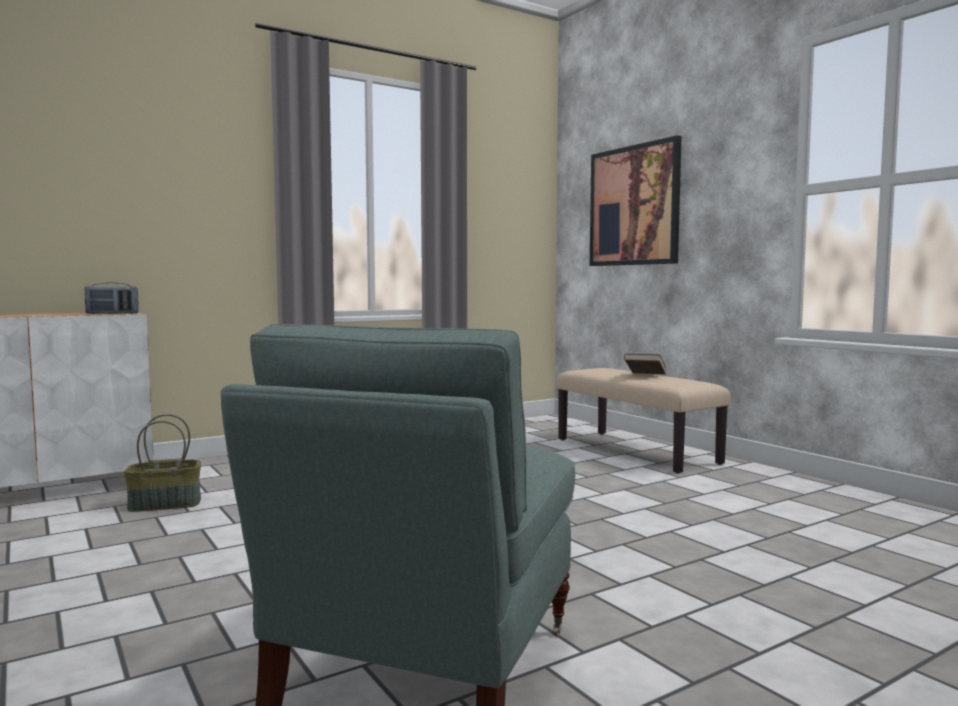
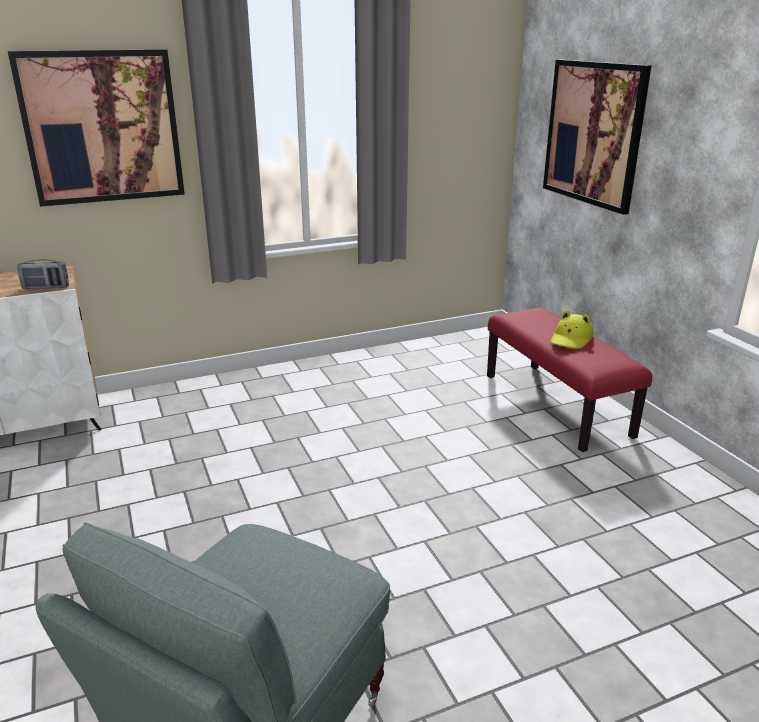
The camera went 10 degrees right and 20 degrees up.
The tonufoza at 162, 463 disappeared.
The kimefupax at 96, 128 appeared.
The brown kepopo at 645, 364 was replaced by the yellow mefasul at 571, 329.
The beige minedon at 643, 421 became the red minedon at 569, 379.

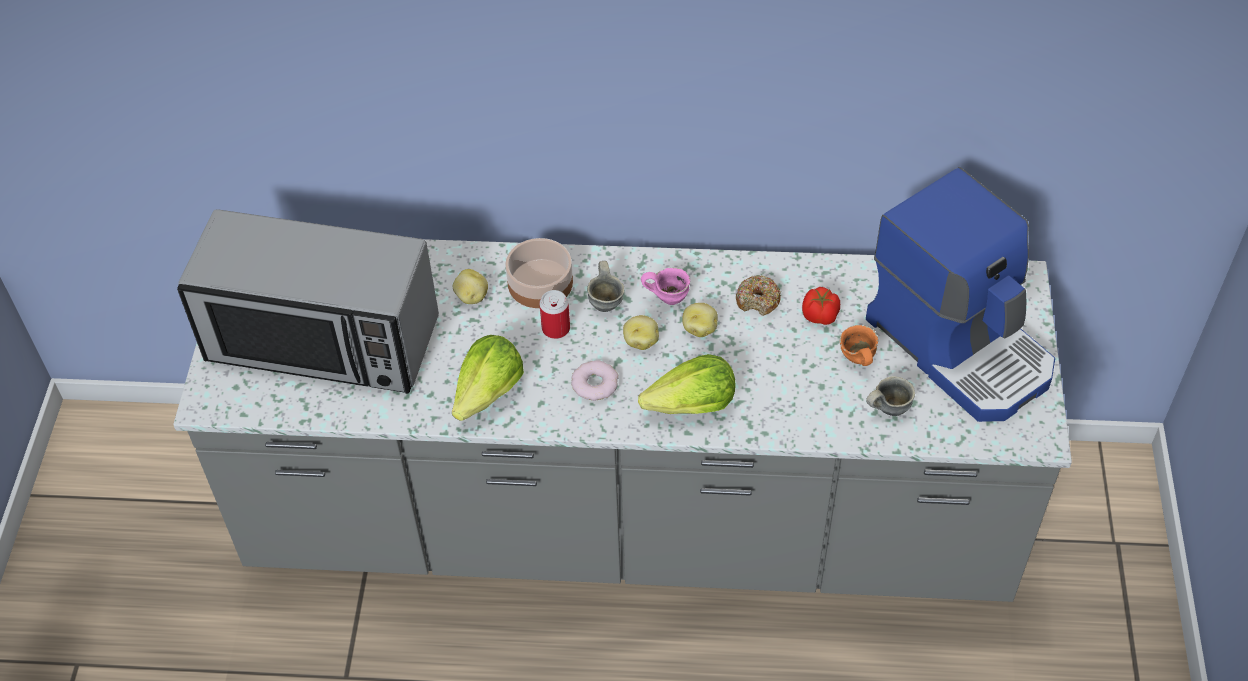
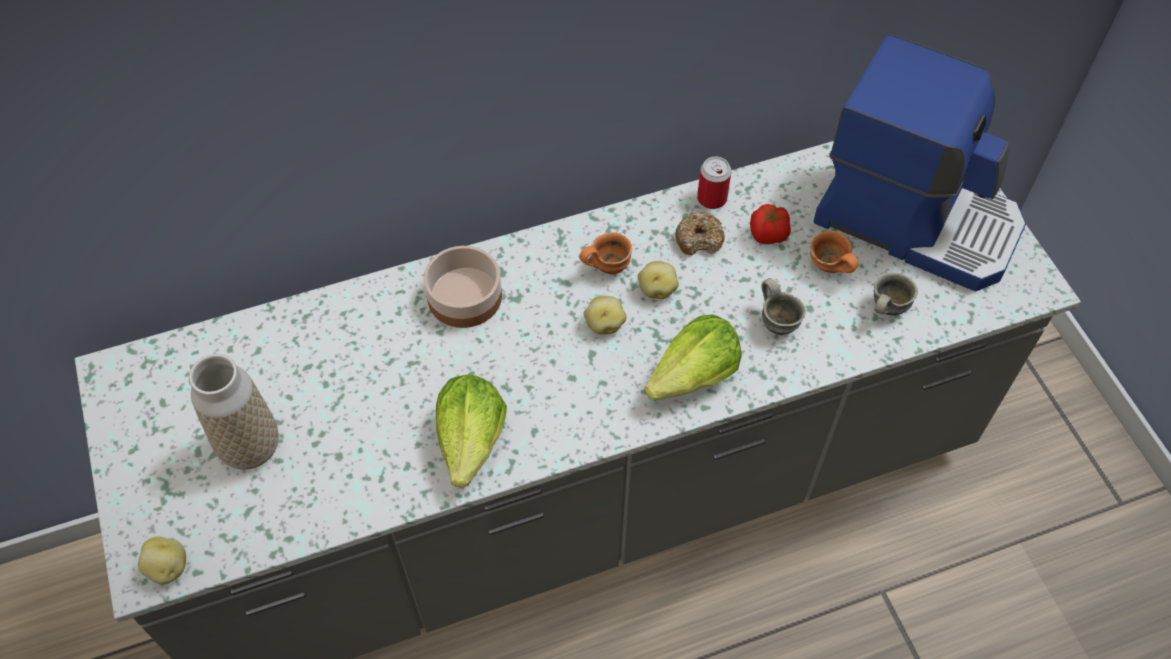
The camera went 25 degrees left and 5 degrees up.
The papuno at 595, 381 disappeared.
The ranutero moved from 470, 286 to 162, 560.
The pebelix moved from 554, 314 to 714, 183.
The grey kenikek moved from 606, 286 to 783, 306.
The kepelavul at 308, 301 was replaced by the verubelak at 234, 412.
The pink kenikek at 665, 286 became the orange kenikek at 605, 253.

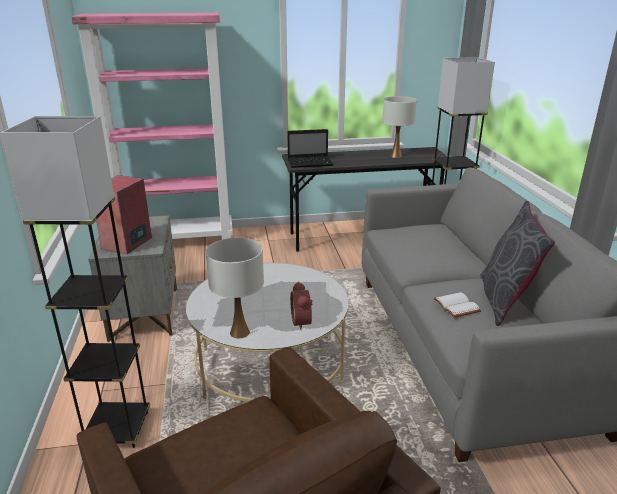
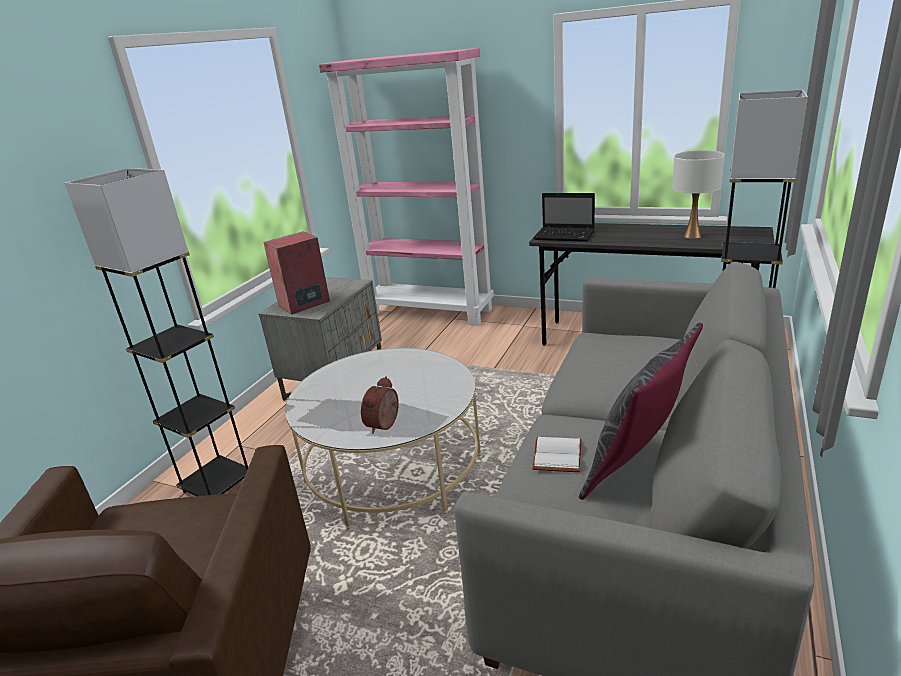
The camera went 35 degrees right and 0 degrees up.
The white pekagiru at 235, 288 disappeared.

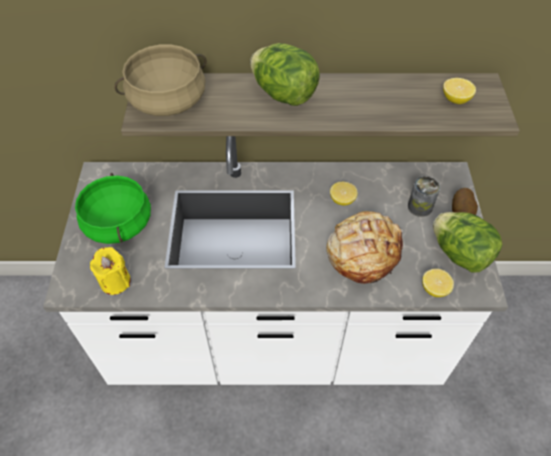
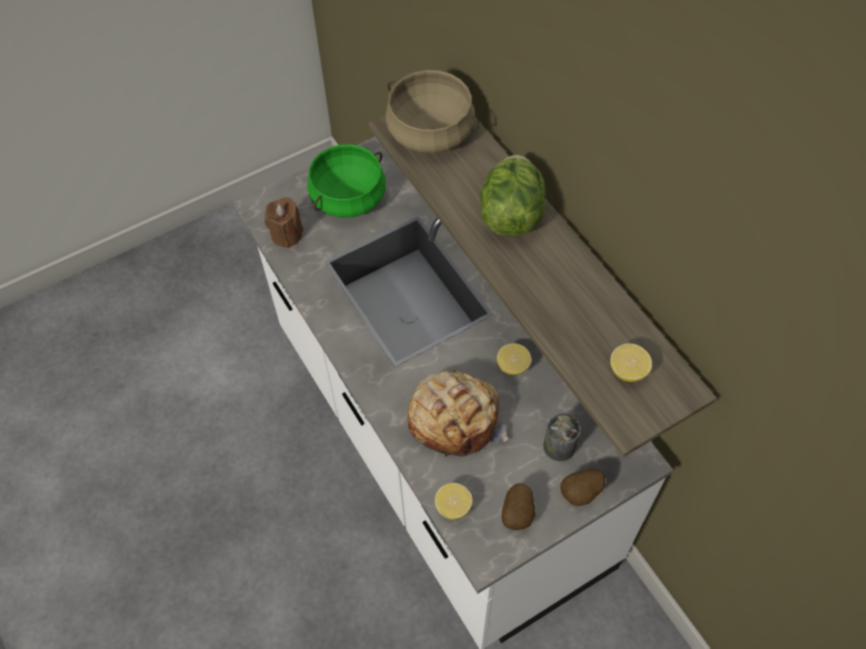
The camera went 60 degrees right and 5 degrees up.
The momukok at 467, 242 was replaced by the ranutero at 518, 506.
The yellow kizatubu at 110, 271 became the brown kizatubu at 284, 222.

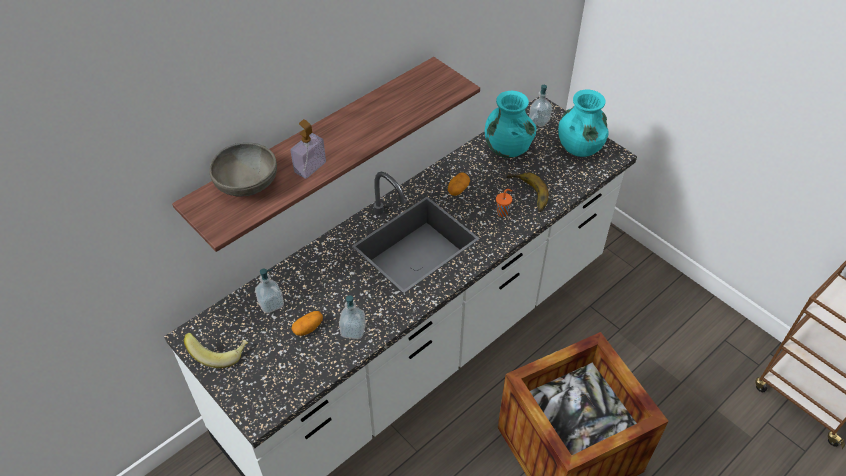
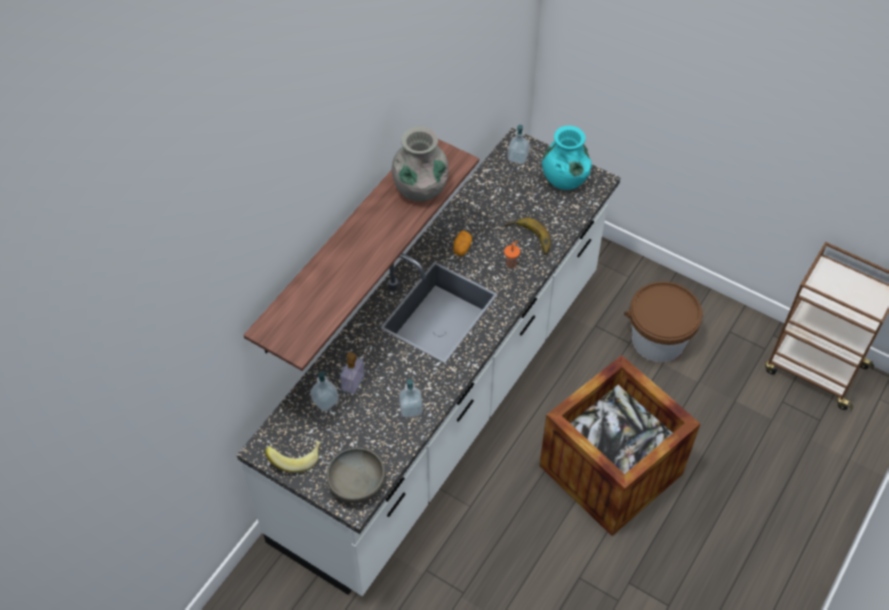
The camera went 15 degrees left and 5 degrees up.
The ranutero at 307, 323 disappeared.
The turquoise verubelak at 511, 124 disappeared.
The grey verubelak at 420, 163 appeared.
The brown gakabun at 663, 322 appeared.
The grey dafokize moved from 243, 170 to 356, 475.
The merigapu moved from 308, 149 to 352, 372.

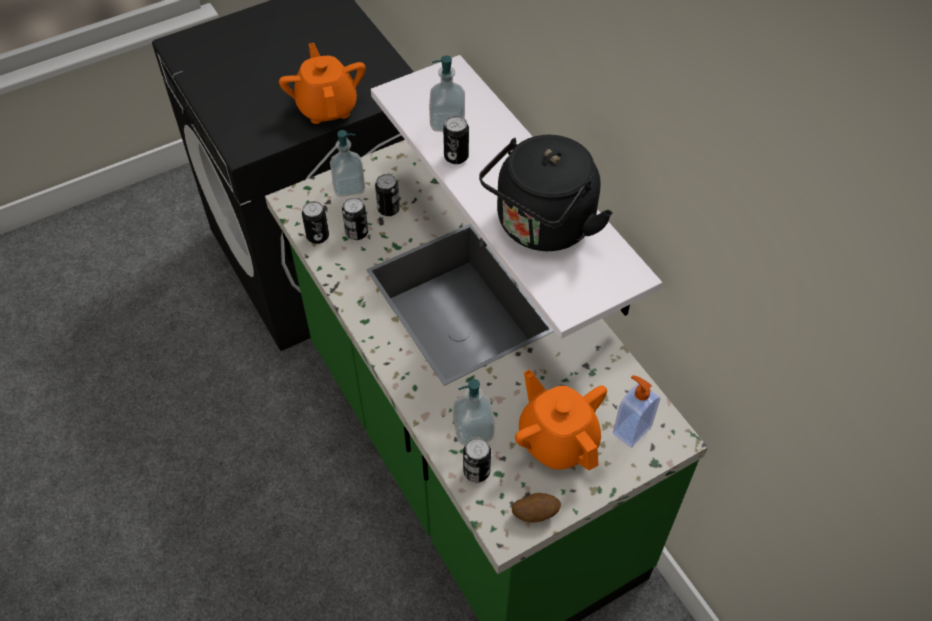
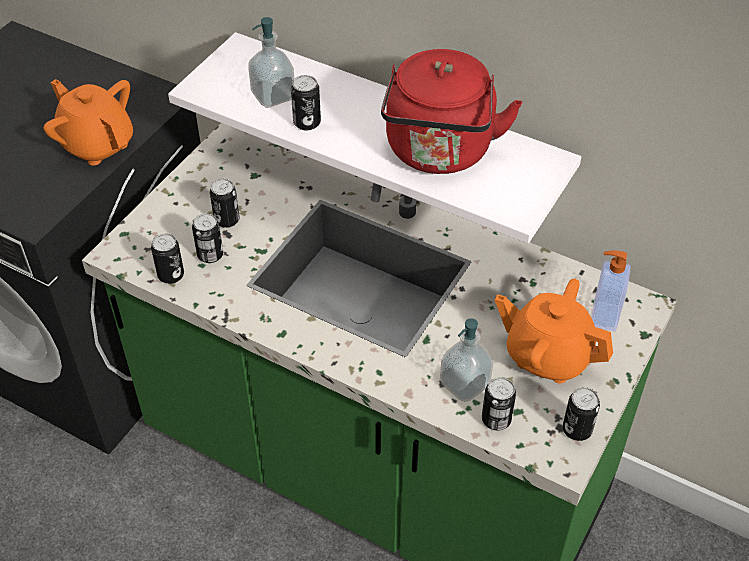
The camera went 30 degrees left and 5 degrees down.
The merigapu at 347, 163 disappeared.
The ranutero at 536, 508 was replaced by the pebelix at 581, 414.
The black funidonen at 546, 193 became the red funidonen at 451, 111.

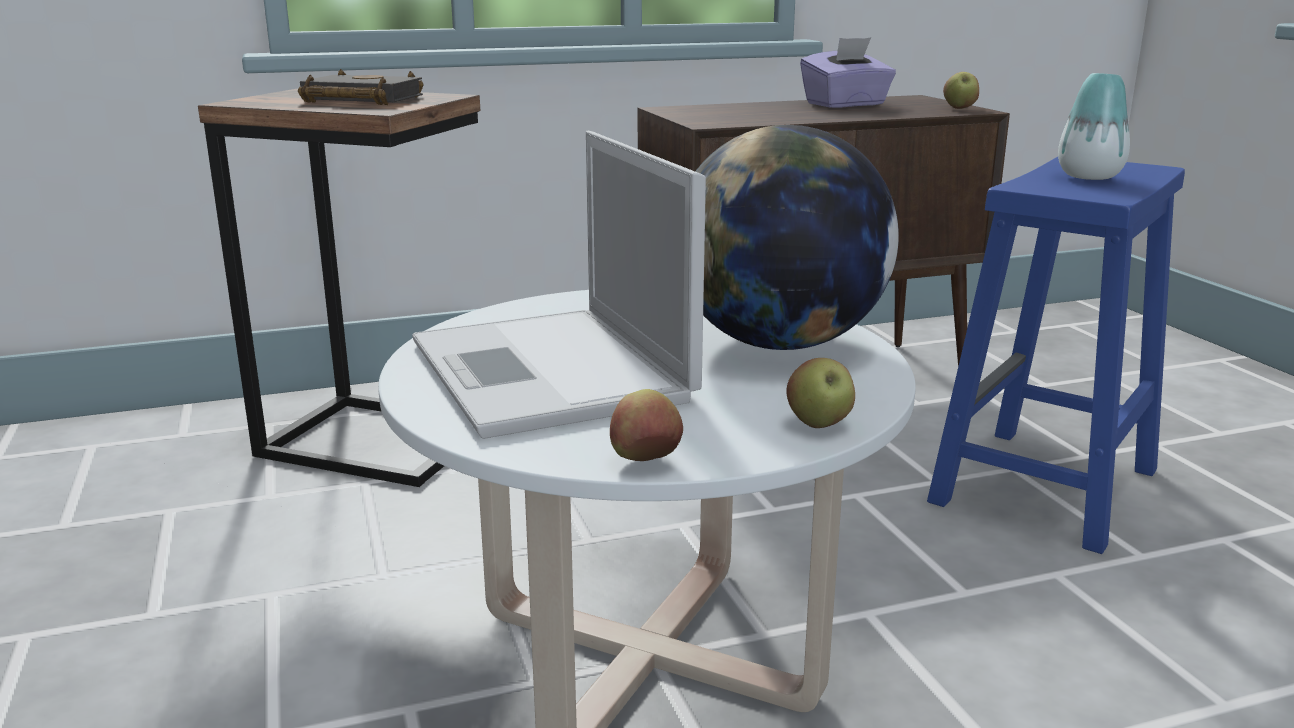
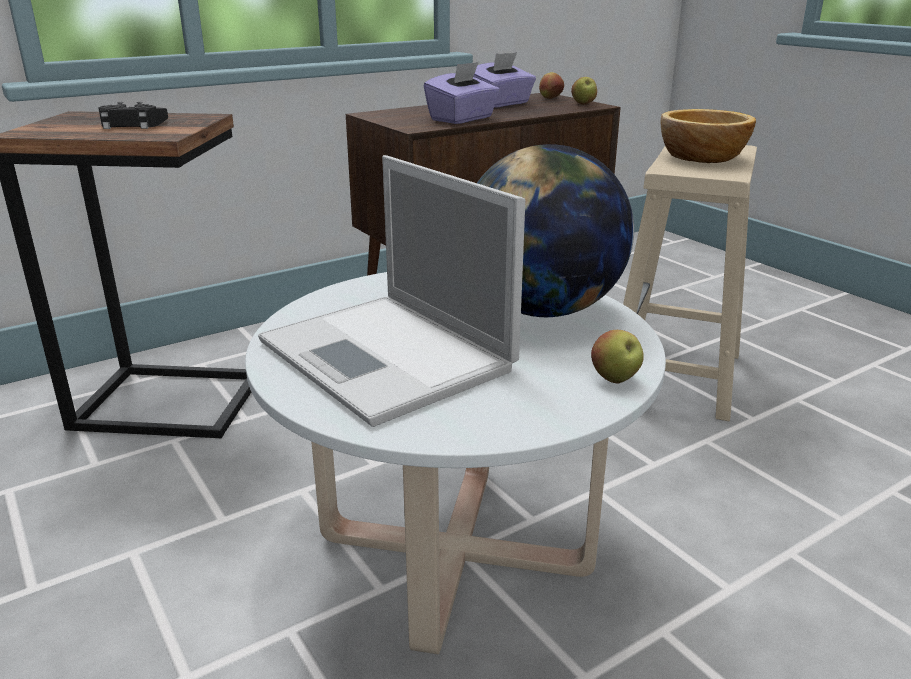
The camera went 15 degrees left and 5 degrees up.
The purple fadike at 462, 93 appeared.
The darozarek moved from 646, 425 to 551, 85.
The black kepopo at 360, 87 was replaced by the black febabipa at 133, 115.
The verubelak at 1094, 126 was replaced by the dafokize at 708, 136.
The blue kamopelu at 1056, 355 became the beige kamopelu at 690, 283.

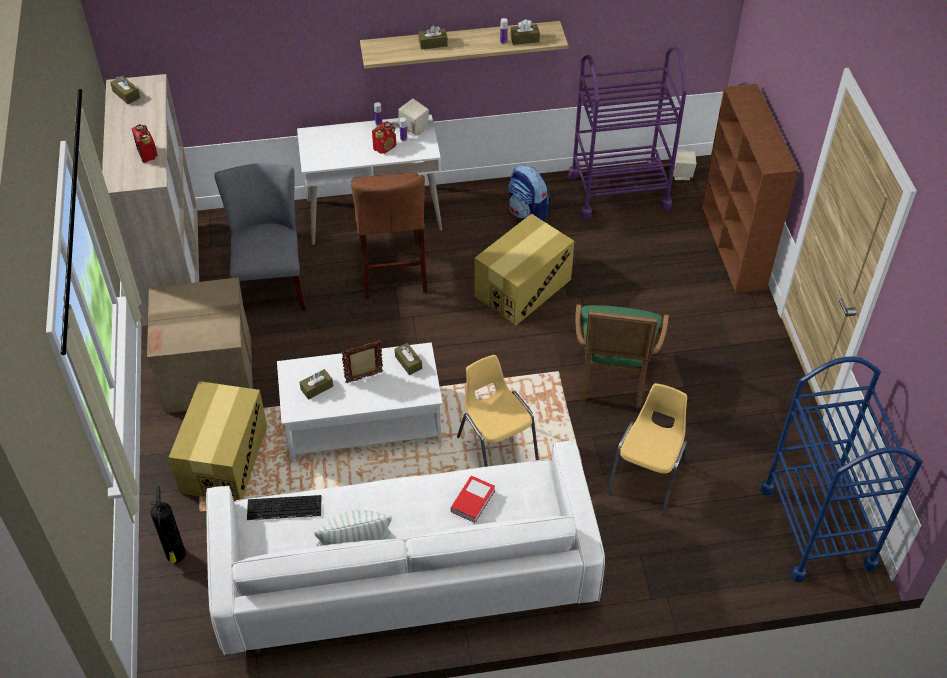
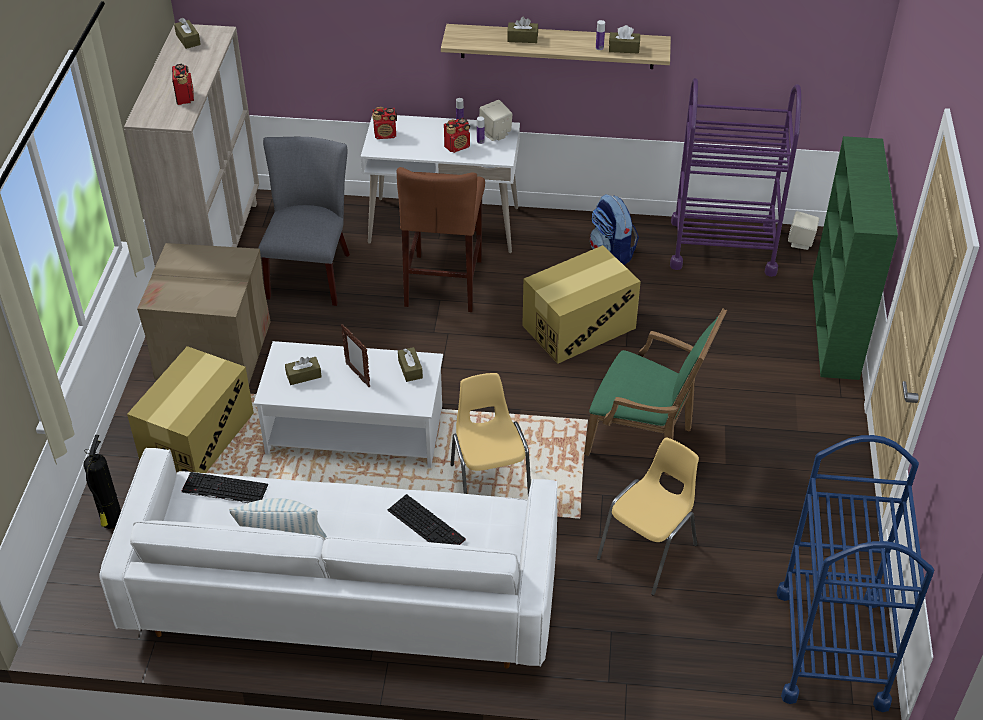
The camera went 15 degrees right and 5 degrees down.
The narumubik at 384, 123 appeared.
The kepopo at 473, 499 was replaced by the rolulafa at 427, 519.
The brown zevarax at 749, 188 became the green zevarax at 855, 258.
The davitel at 362, 361 turned 120 degrees counterclockwise.
The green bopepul at 622, 356 turned 90 degrees counterclockwise.

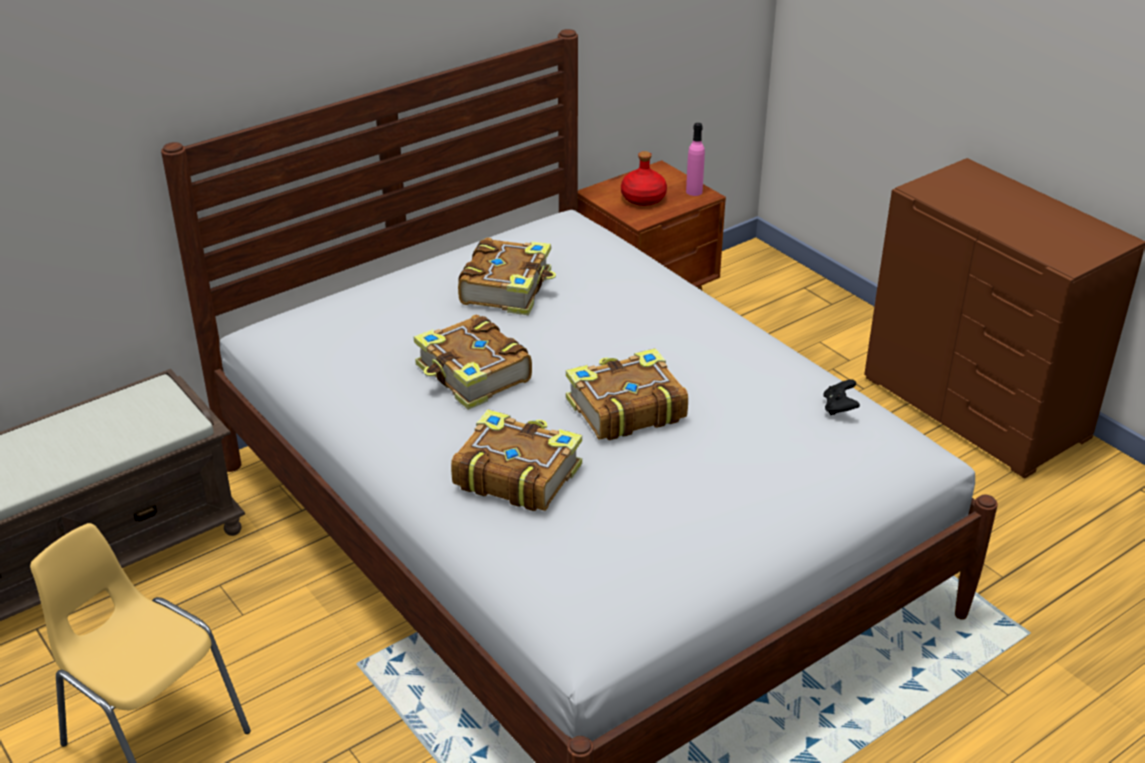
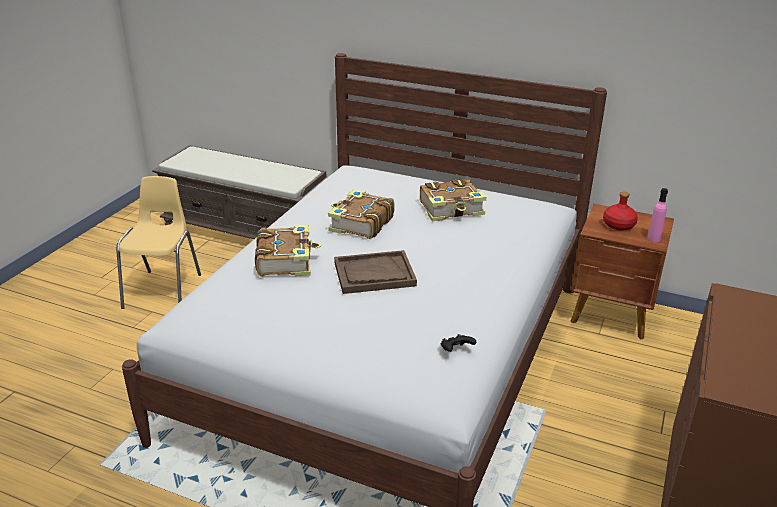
The camera went 60 degrees right and 5 degrees down.
The kepopo at 627, 394 was replaced by the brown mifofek at 375, 272.

